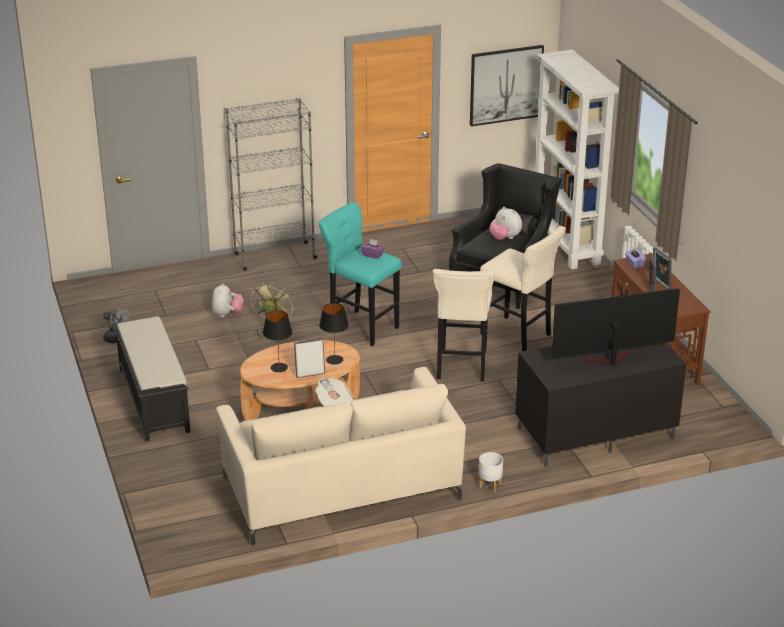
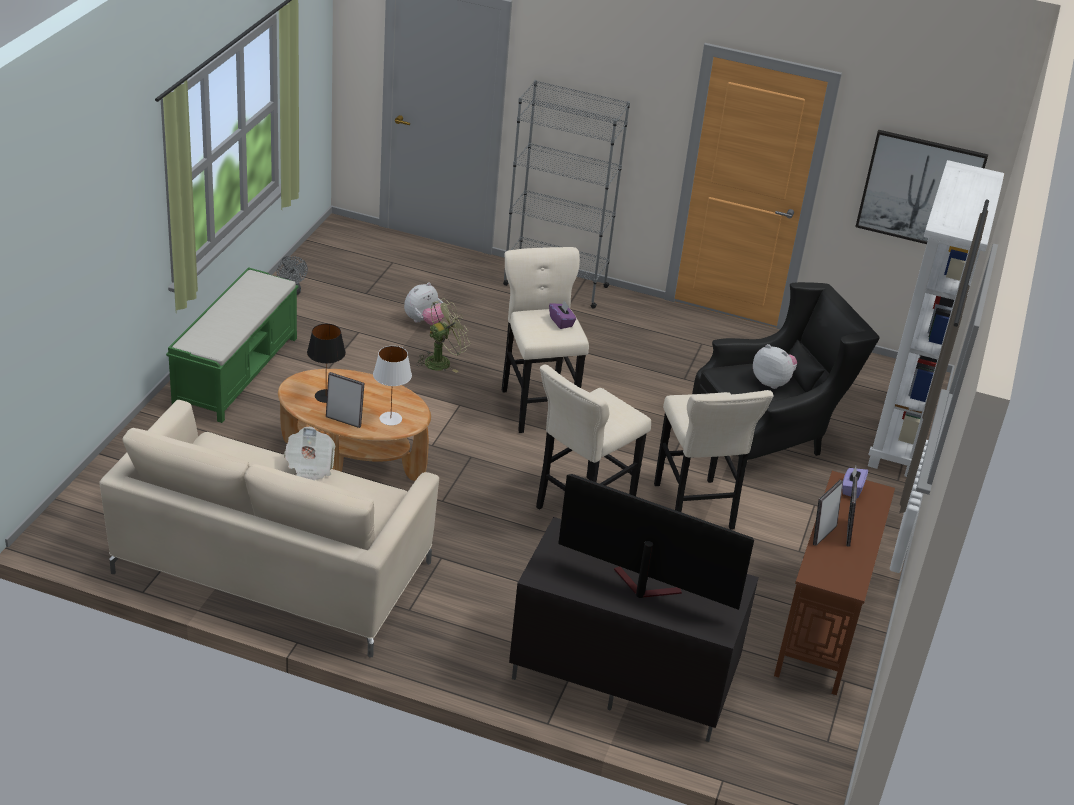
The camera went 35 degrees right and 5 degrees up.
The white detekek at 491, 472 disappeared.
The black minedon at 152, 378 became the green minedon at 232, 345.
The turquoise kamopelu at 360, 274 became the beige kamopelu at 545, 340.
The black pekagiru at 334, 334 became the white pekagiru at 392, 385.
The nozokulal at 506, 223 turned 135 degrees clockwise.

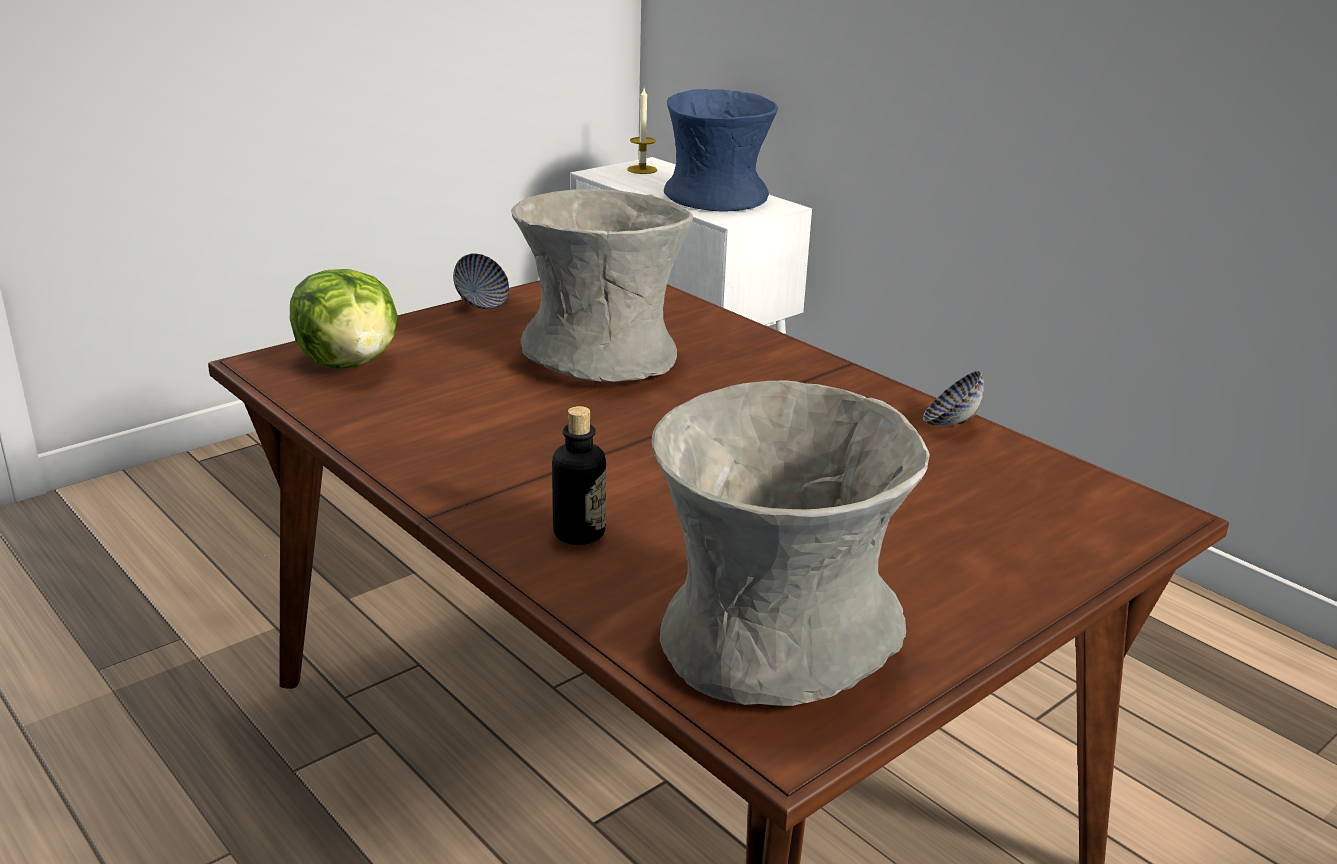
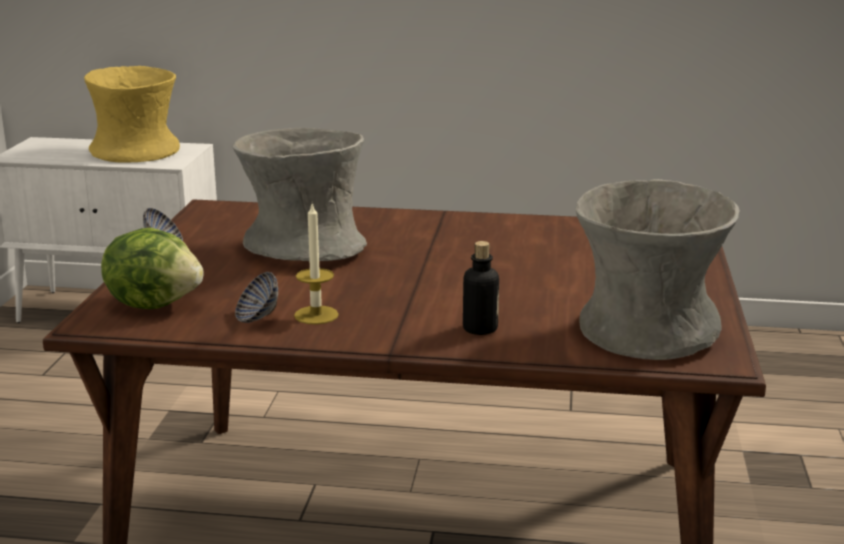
The camera went 40 degrees left and 5 degrees down.
The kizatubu moved from 642, 131 to 316, 264.
The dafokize moved from 953, 398 to 256, 297.
The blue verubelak at 721, 150 became the yellow verubelak at 132, 114.

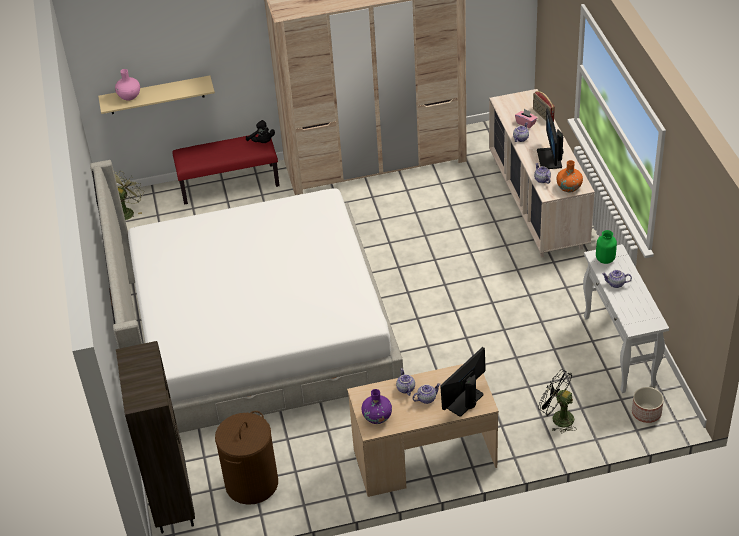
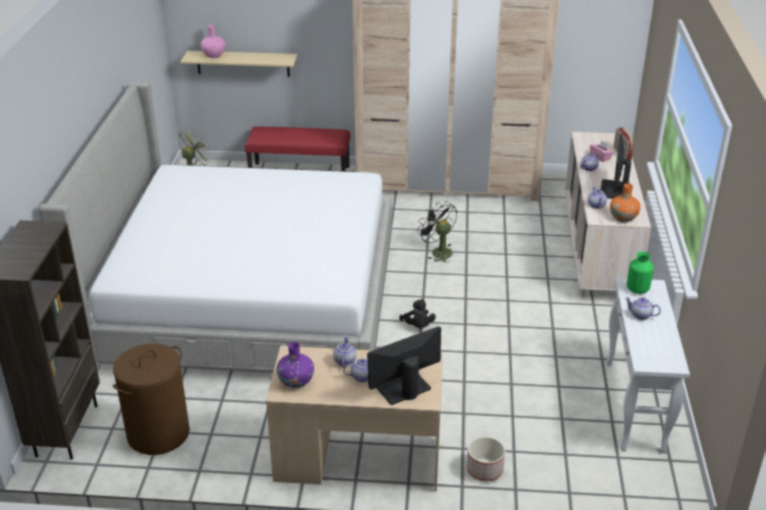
The camera went 15 degrees right and 10 degrees down.
The black nozokulal moved from 260, 131 to 417, 313.
The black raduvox moved from 557, 401 to 437, 232.
The detekek moved from 648, 405 to 486, 458.

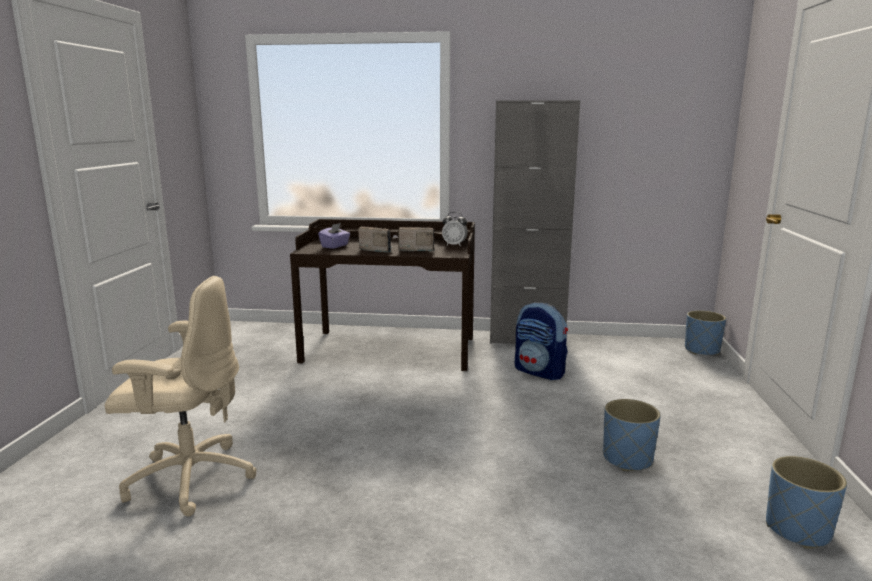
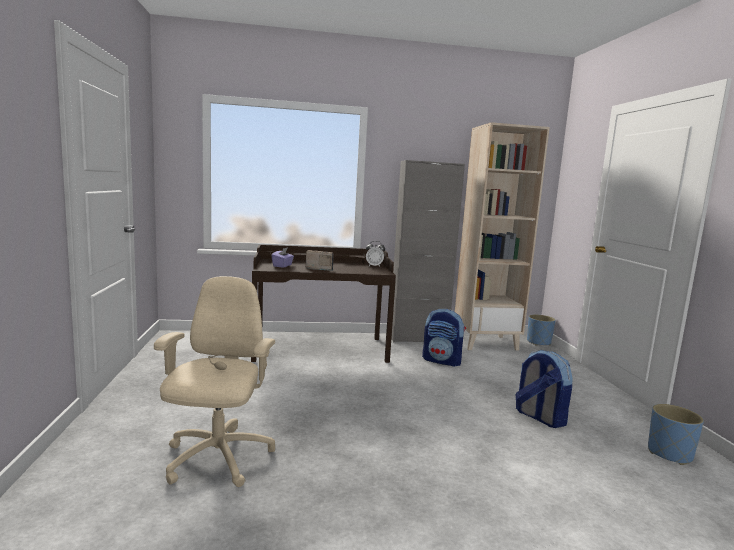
The camera went 15 degrees left and 5 degrees down.
The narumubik at 416, 239 disappeared.
The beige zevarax at 502, 236 appeared.
The blue detekek at 632, 435 was replaced by the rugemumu at 543, 389.
The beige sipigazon at 181, 396 turned 75 degrees counterclockwise.

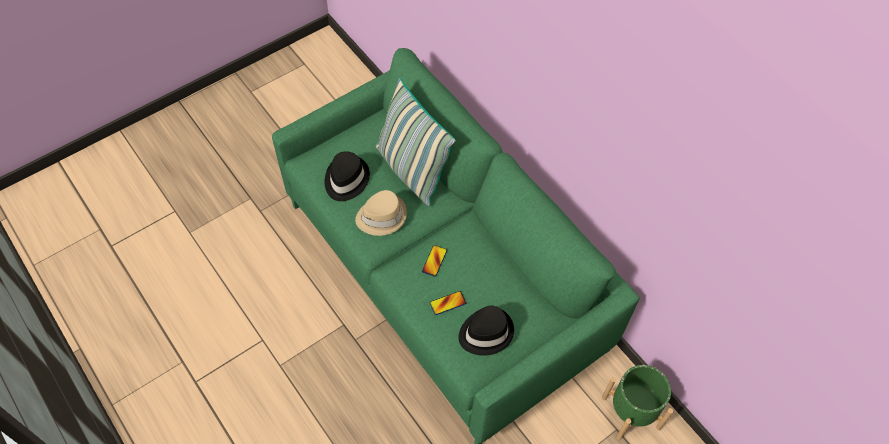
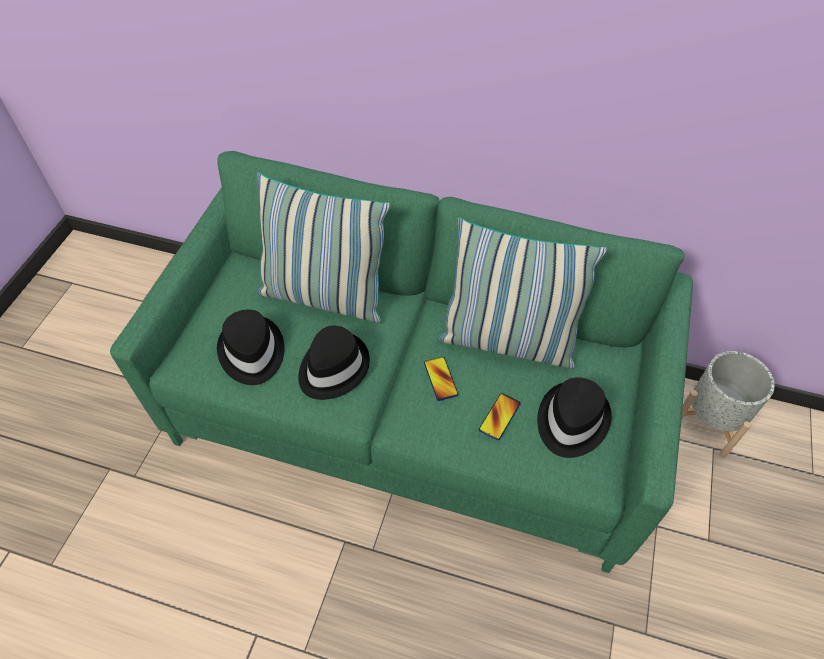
The camera went 35 degrees left and 5 degrees down.
The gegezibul at 522, 293 appeared.
The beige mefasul at 381, 213 became the black mefasul at 334, 363.
The green detekek at 638, 402 became the grey detekek at 728, 404.

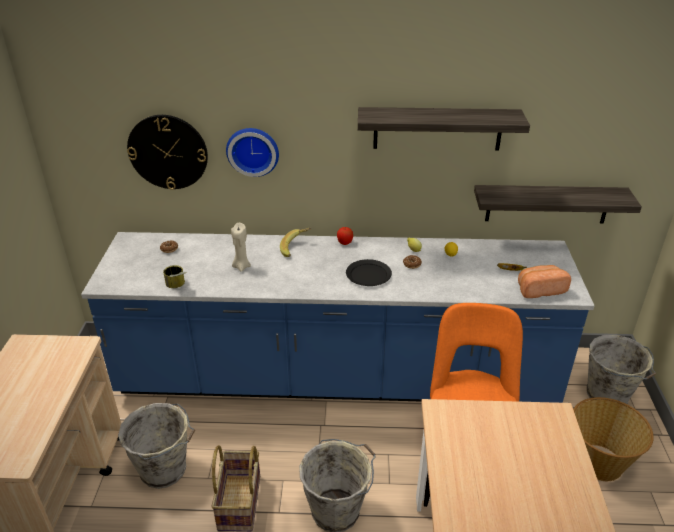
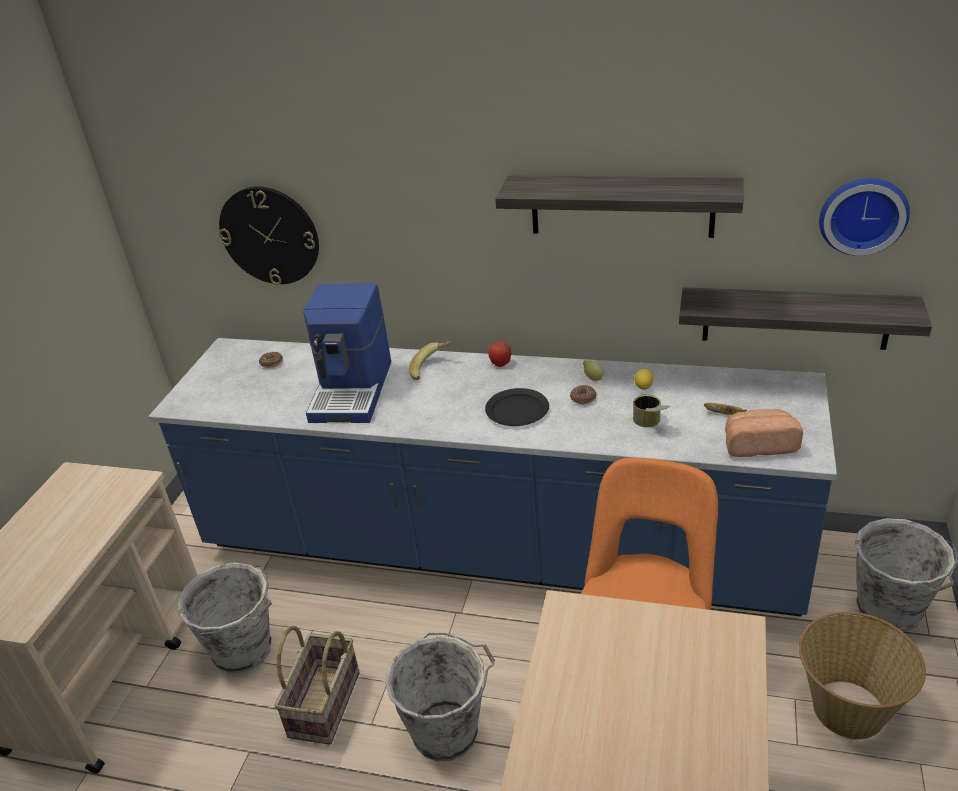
The camera went 15 degrees right and 0 degrees up.
The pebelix moved from 175, 276 to 652, 411.
The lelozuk moved from 252, 152 to 864, 217.
The beige kizatubu at 241, 247 was replaced by the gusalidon at 347, 353.

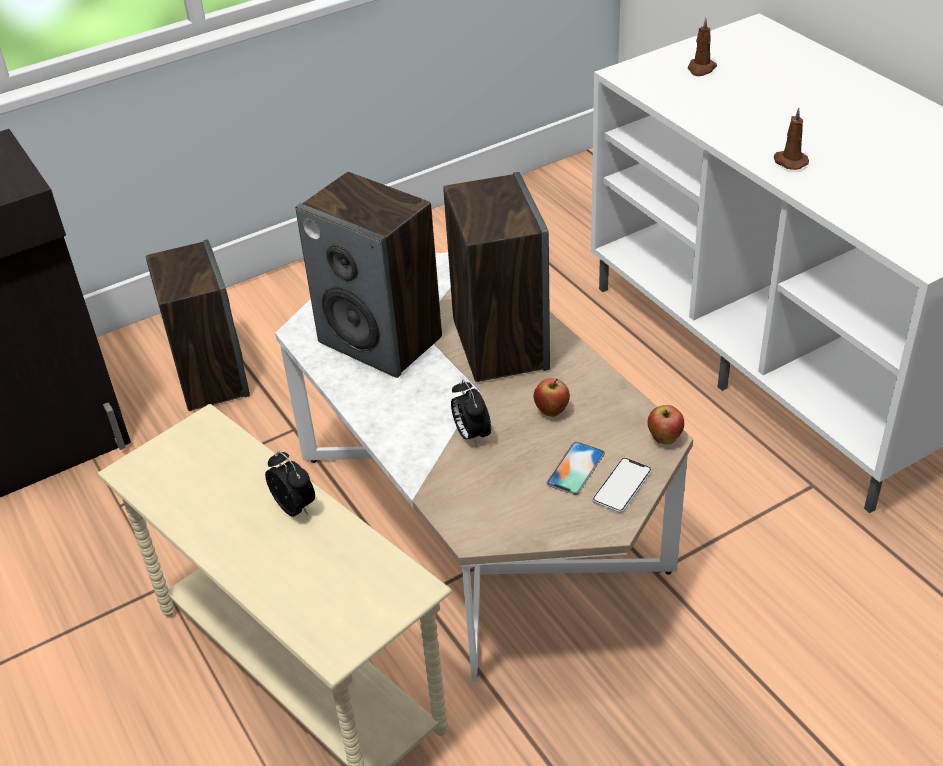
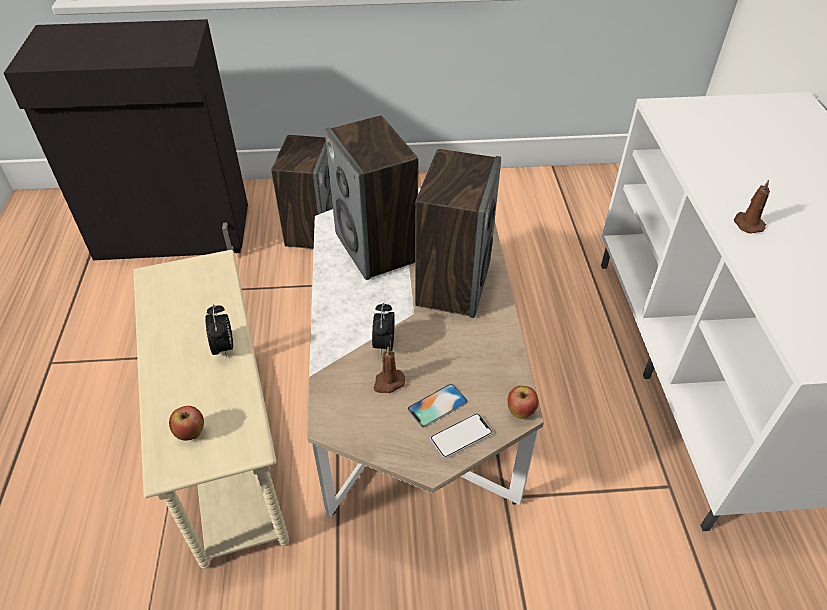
The camera went 25 degrees right and 5 degrees up.
The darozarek moved from 552, 397 to 186, 423.
The brown kizatubu moved from 702, 47 to 389, 370.

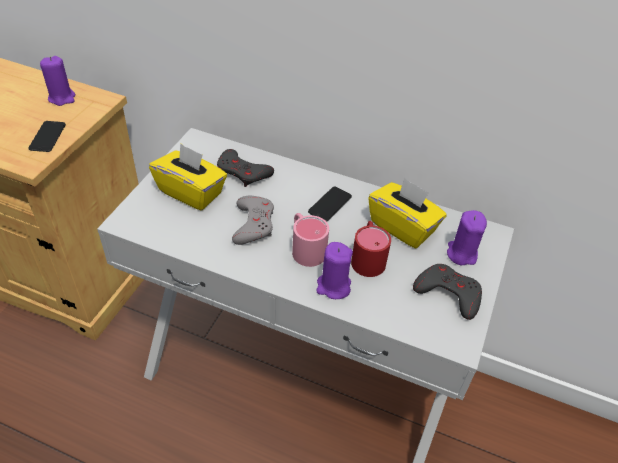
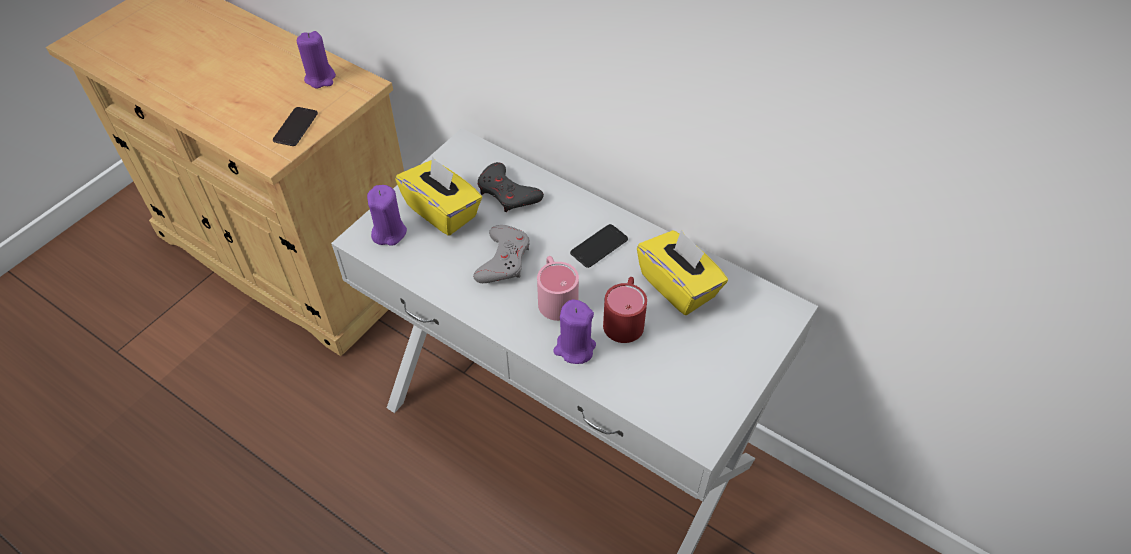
The camera went 15 degrees right and 5 degrees up.
The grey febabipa at 447, 292 disappeared.
The purple kizatubu moved from 467, 237 to 387, 215.

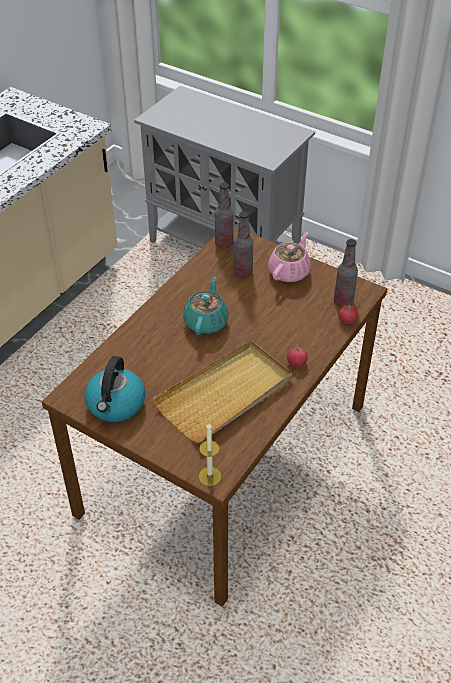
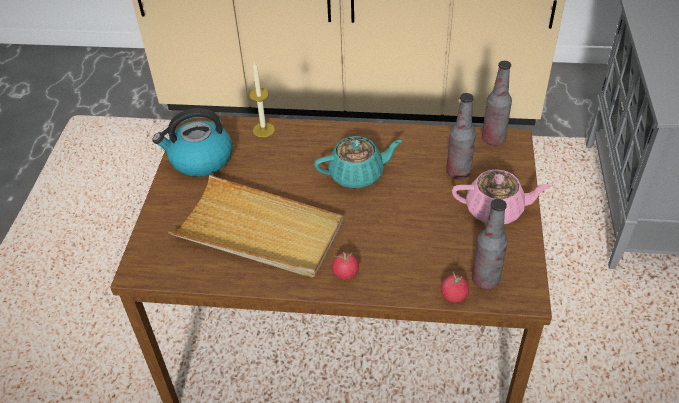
The camera went 65 degrees right and 0 degrees up.
The kizatubu moved from 210, 454 to 262, 99.

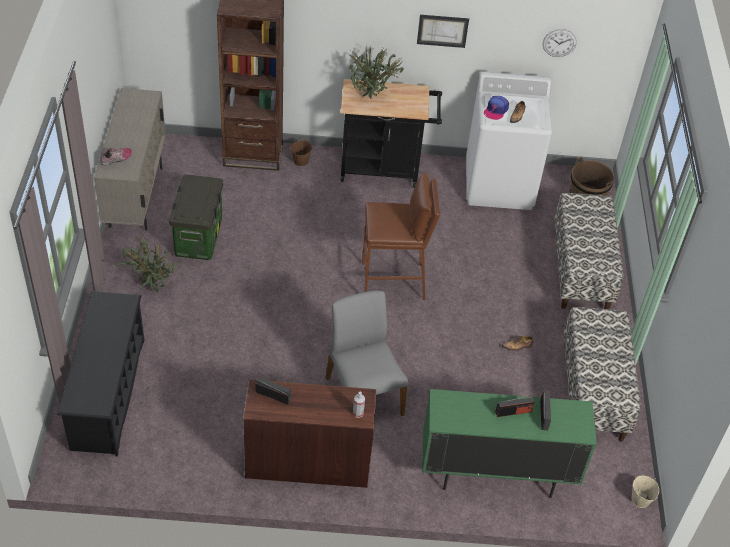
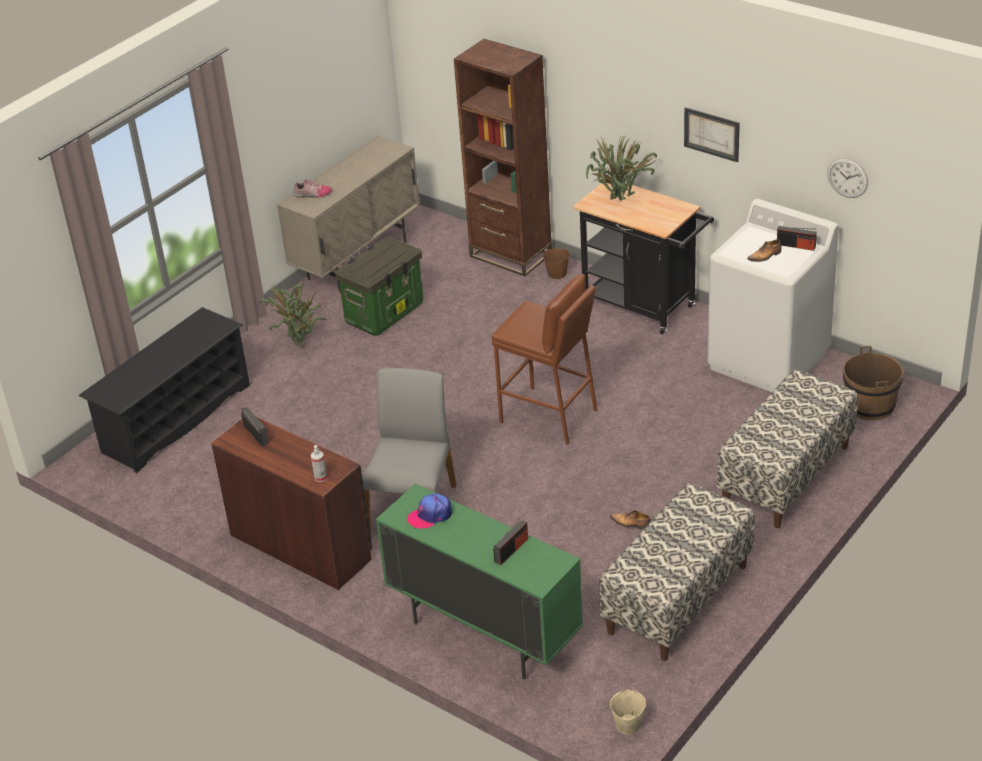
The camera went 40 degrees right and 10 degrees down.
The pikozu moved from 496, 108 to 429, 511.
The narumubik moved from 514, 406 to 797, 238.

